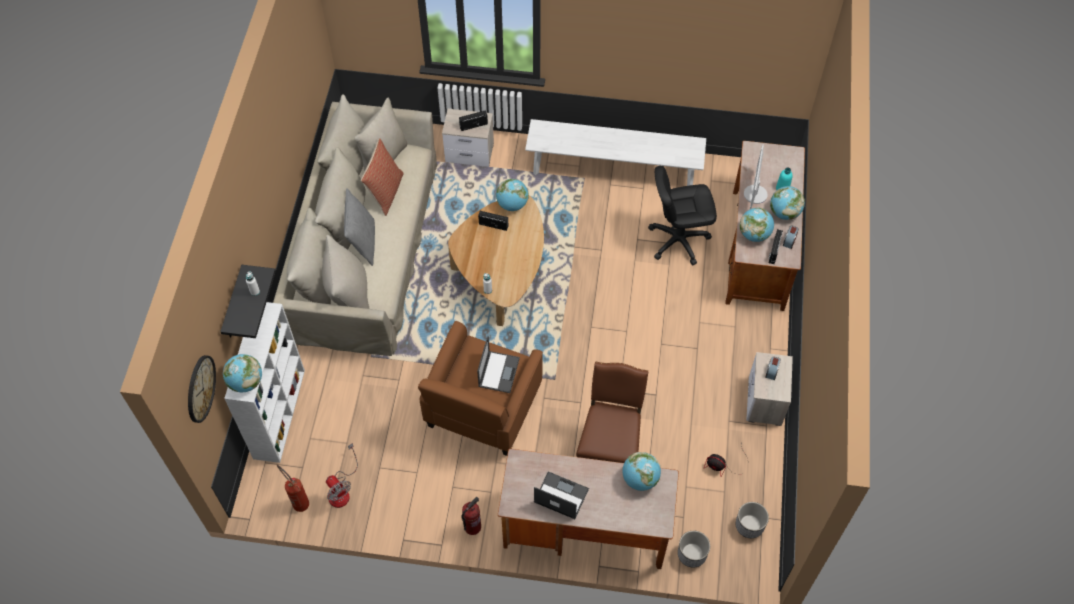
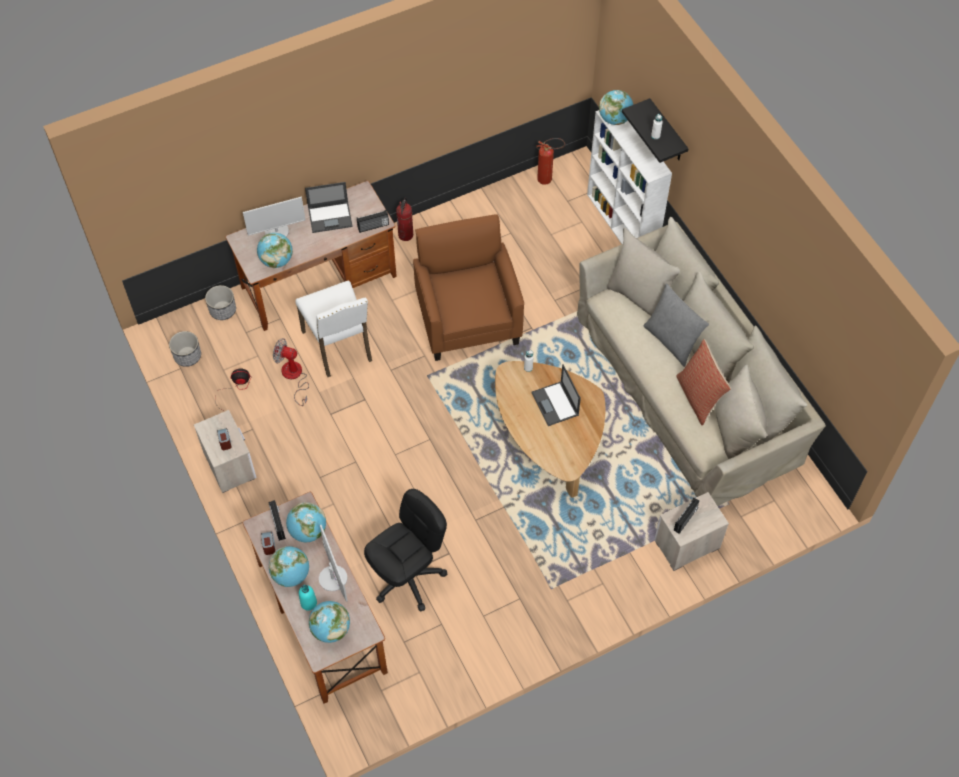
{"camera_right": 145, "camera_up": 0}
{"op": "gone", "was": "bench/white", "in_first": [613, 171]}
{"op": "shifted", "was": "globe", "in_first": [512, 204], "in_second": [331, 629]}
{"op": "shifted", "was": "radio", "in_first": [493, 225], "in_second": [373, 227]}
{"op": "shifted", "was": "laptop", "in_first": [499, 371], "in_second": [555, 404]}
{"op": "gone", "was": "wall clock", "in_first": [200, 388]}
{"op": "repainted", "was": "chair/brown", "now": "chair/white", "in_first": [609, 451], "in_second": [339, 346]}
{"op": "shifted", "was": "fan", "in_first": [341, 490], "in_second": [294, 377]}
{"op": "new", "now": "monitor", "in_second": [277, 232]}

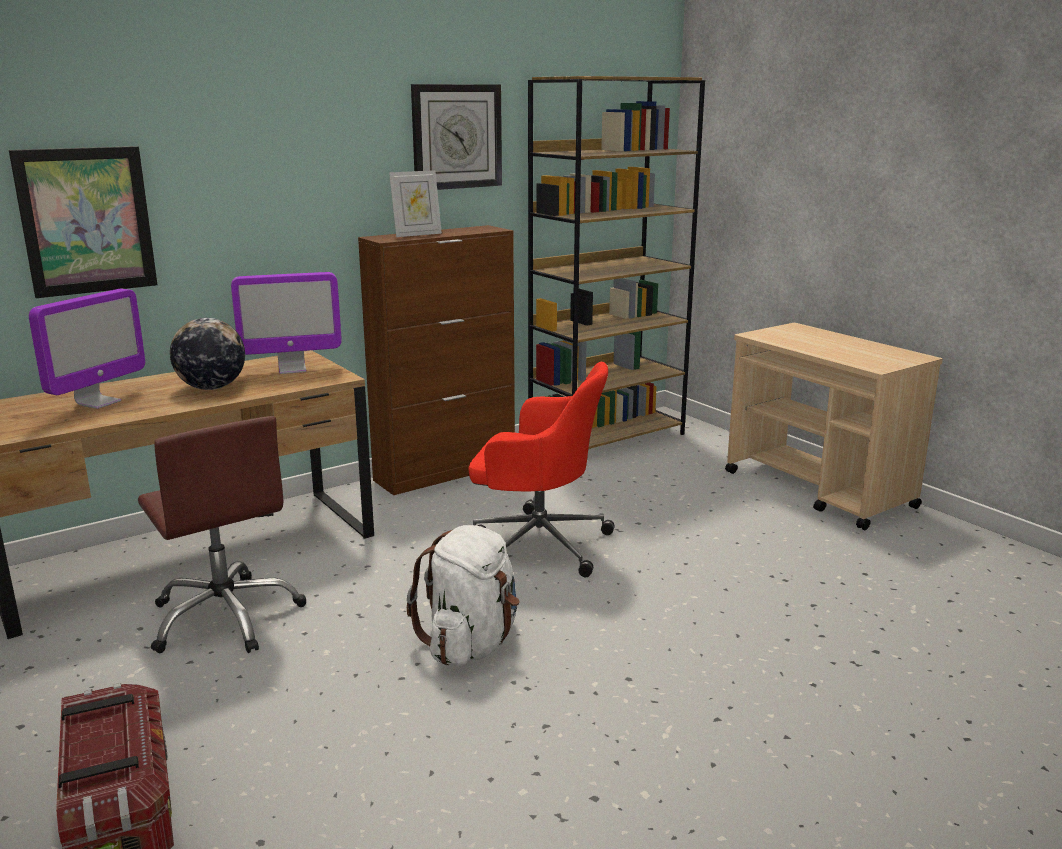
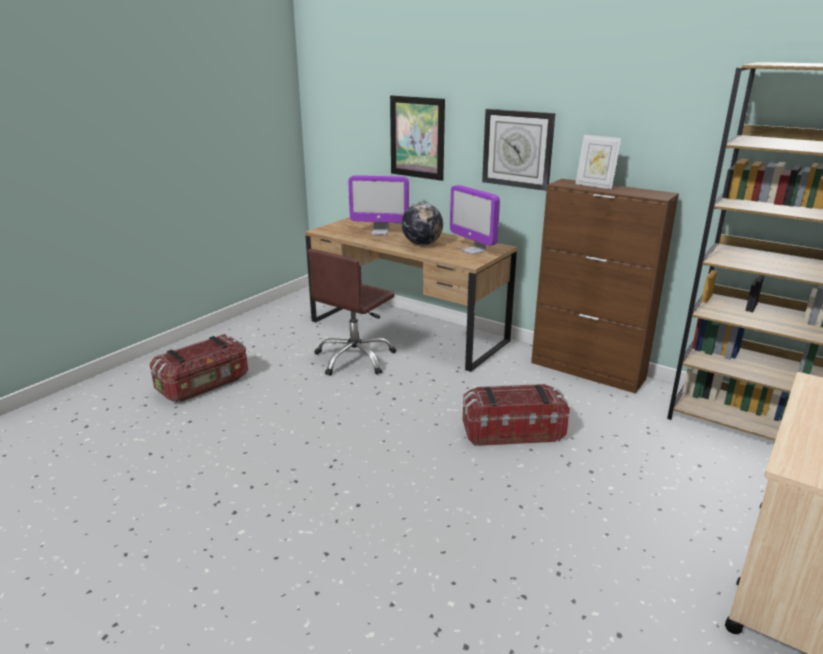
{"camera_right": 70, "camera_up": 5}
{"op": "shifted", "was": "wall clock", "in_first": [456, 137], "in_second": [517, 149]}
{"op": "swapped", "was": "office chair/red", "now": "storage box", "in_first": [537, 544], "in_second": [512, 432]}
{"op": "gone", "was": "backpack/white", "in_first": [471, 644]}

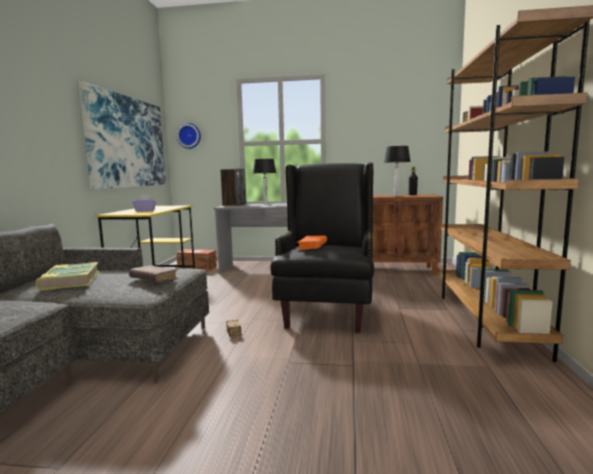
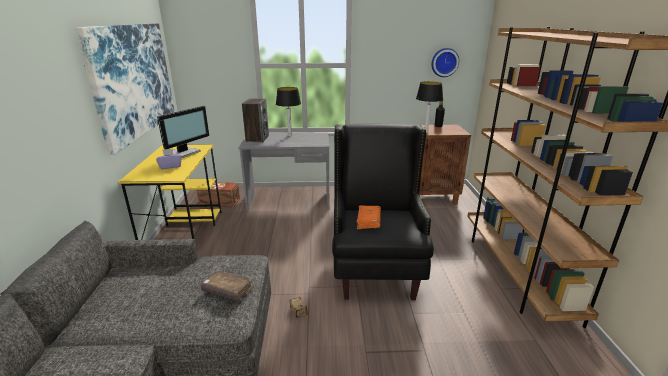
{"camera_right": -10, "camera_up": 15}
{"op": "shifted", "was": "wall clock", "in_first": [189, 136], "in_second": [444, 62]}
{"op": "gone", "was": "book", "in_first": [69, 281]}
{"op": "new", "now": "monitor", "in_second": [184, 152]}

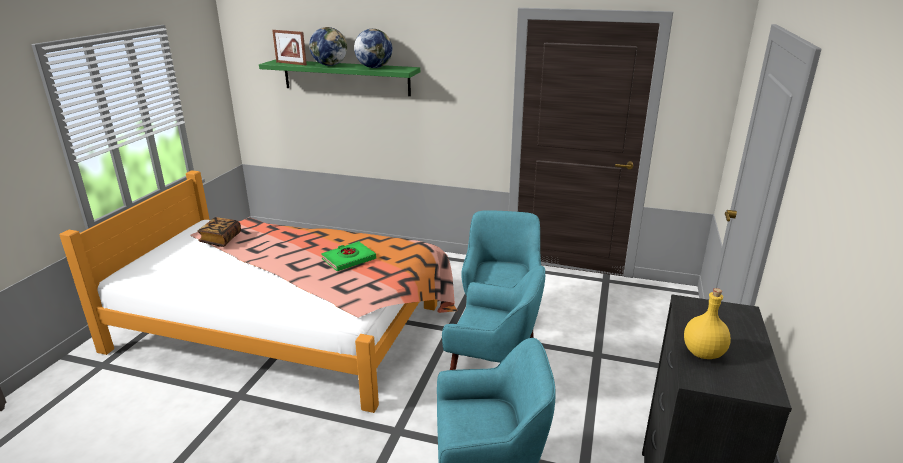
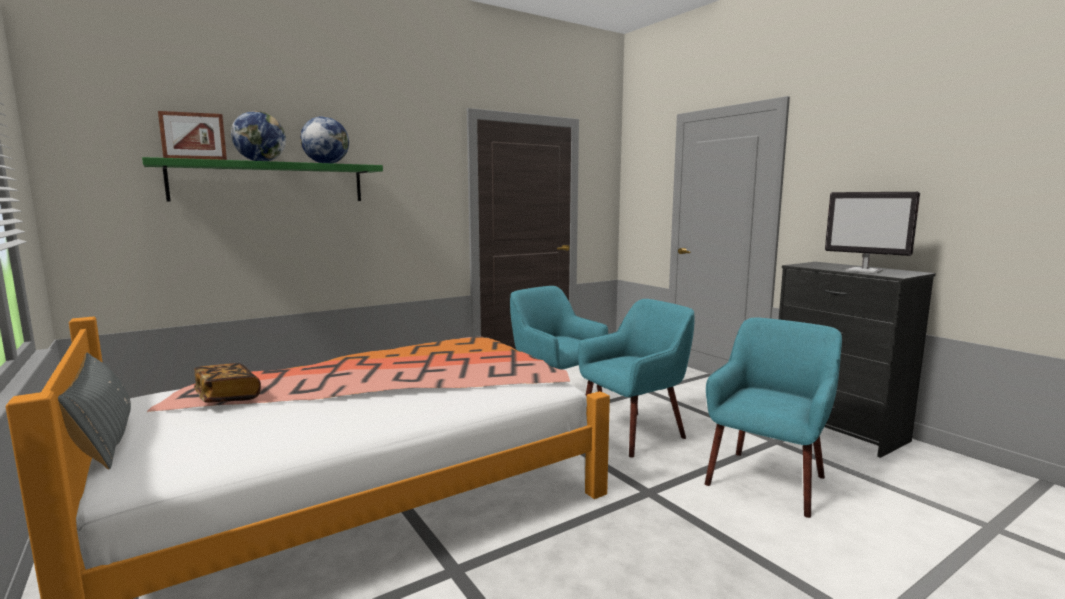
{"camera_right": -50, "camera_up": -15}
{"op": "gone", "was": "book/green", "in_first": [348, 259]}
{"op": "swapped", "was": "bottle/yellow", "now": "monitor", "in_first": [704, 353], "in_second": [865, 271]}
{"op": "new", "now": "pillow/grey", "in_second": [103, 439]}

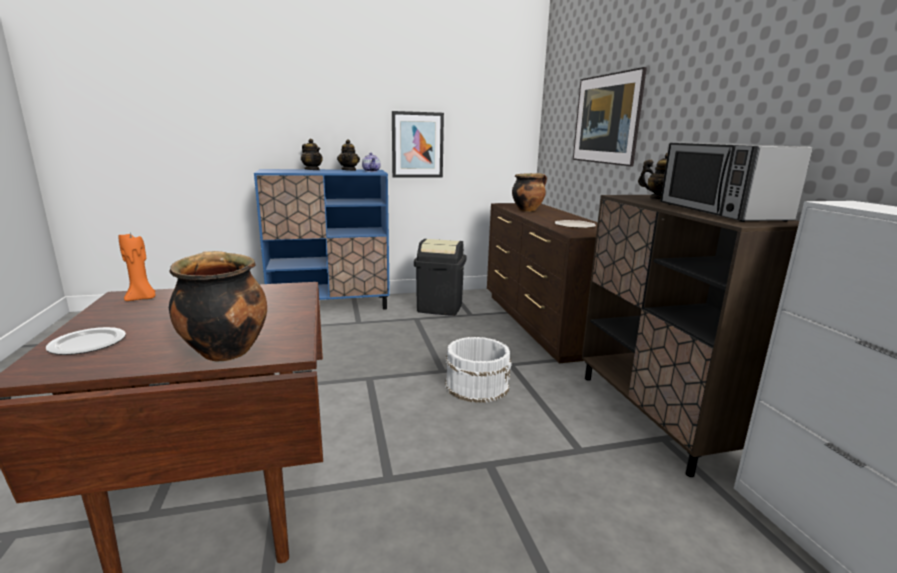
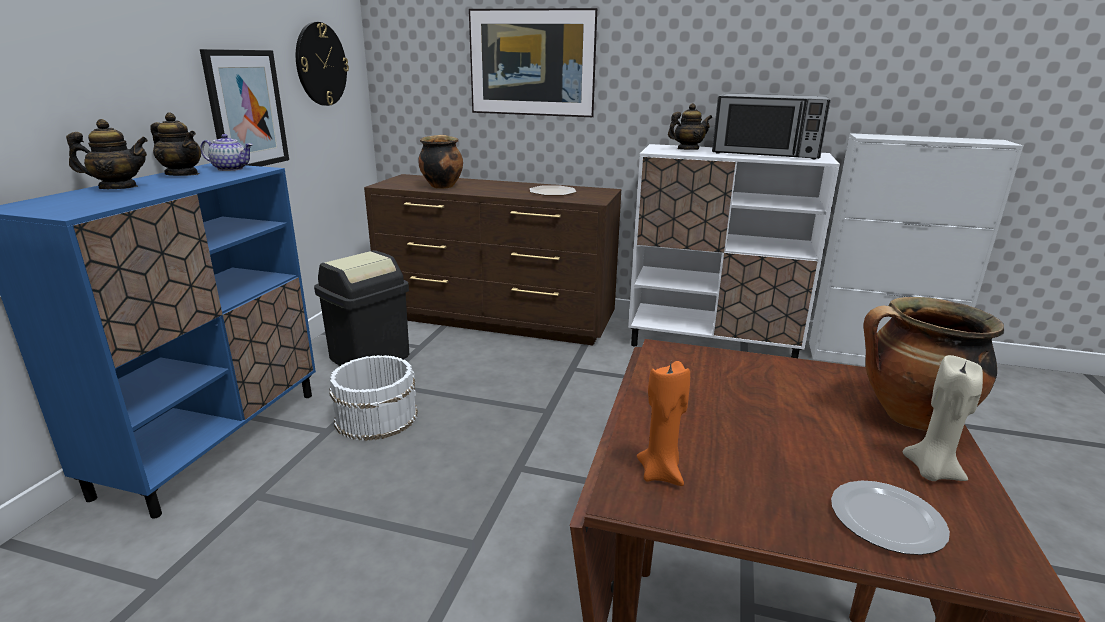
{"camera_right": -60, "camera_up": 5}
{"op": "repainted", "was": "cabinet/brown", "now": "cabinet/white", "in_first": [656, 416], "in_second": [713, 344]}
{"op": "shifted", "was": "bucket/white", "in_first": [477, 385], "in_second": [376, 417]}
{"op": "new", "now": "wall clock", "in_second": [321, 64]}
{"op": "new", "now": "candle/beige", "in_second": [931, 472]}

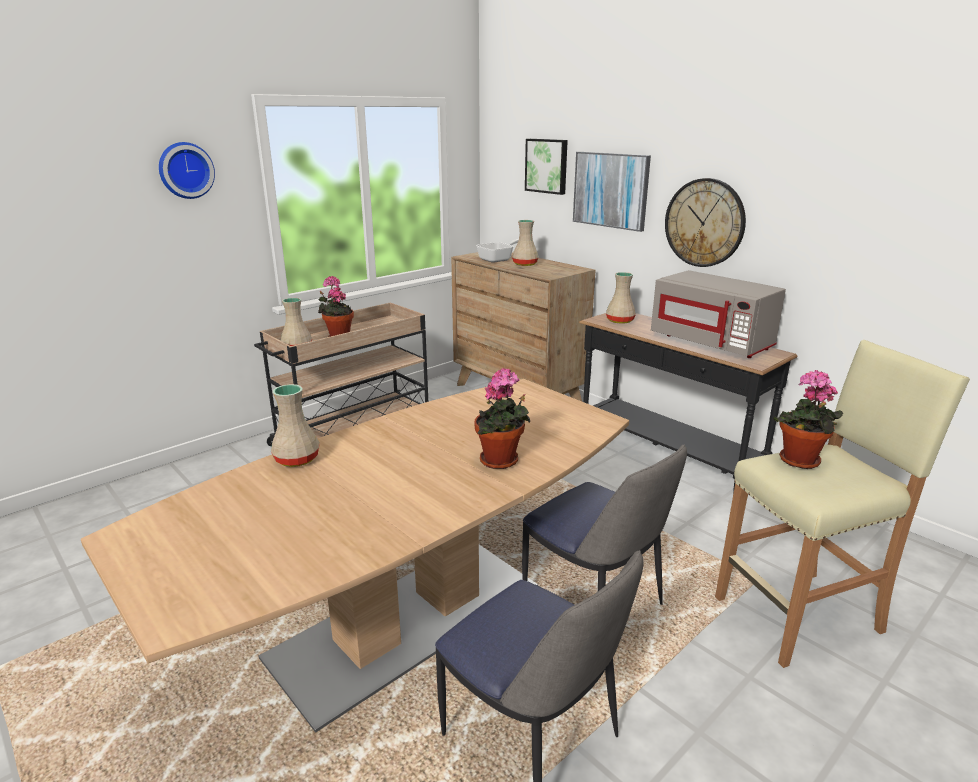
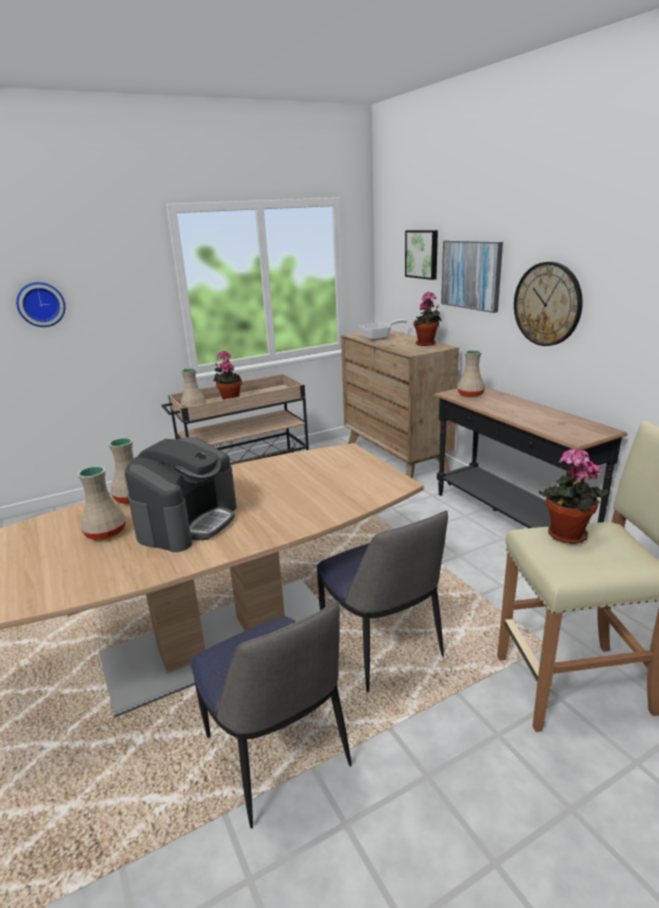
{"camera_right": 15, "camera_up": 0}
{"op": "shifted", "was": "wall clock", "in_first": [185, 170], "in_second": [41, 304]}
{"op": "shifted", "was": "vase/beige", "in_first": [525, 264], "in_second": [107, 533]}
{"op": "gone", "was": "microwave/grey", "in_first": [711, 343]}
{"op": "shifted", "was": "potted plant", "in_first": [501, 462], "in_second": [426, 344]}
{"op": "new", "now": "coffee machine", "in_second": [188, 521]}

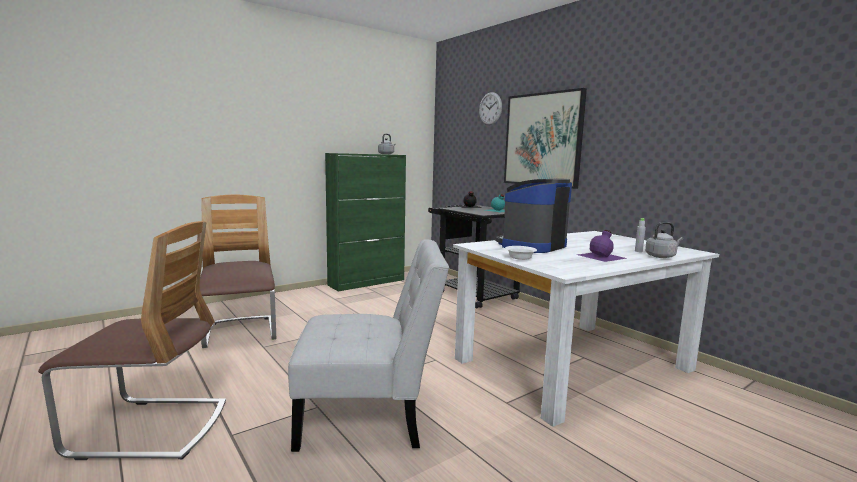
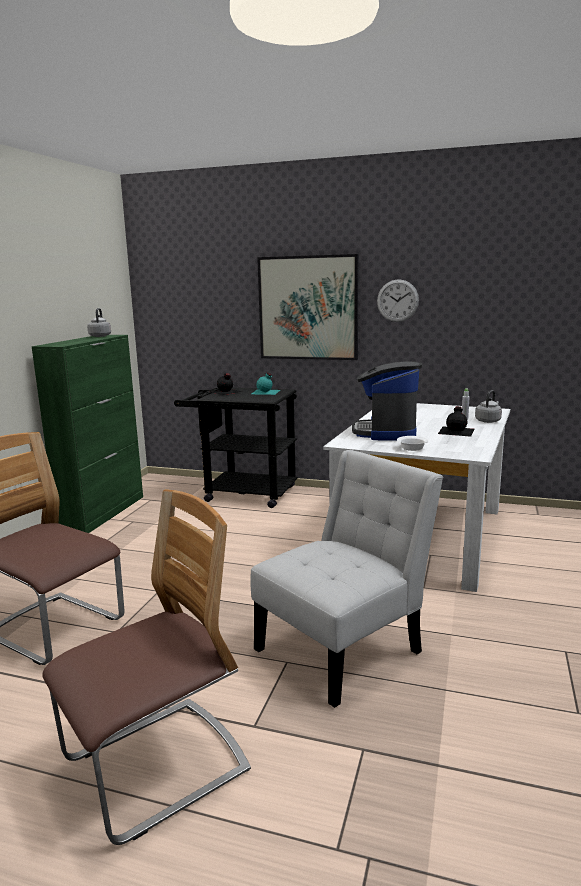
{"camera_right": -35, "camera_up": 5}
{"op": "shifted", "was": "wall clock", "in_first": [490, 108], "in_second": [397, 300]}
{"op": "repainted", "was": "bottle/purple", "now": "bottle/black", "in_first": [602, 256], "in_second": [457, 431]}

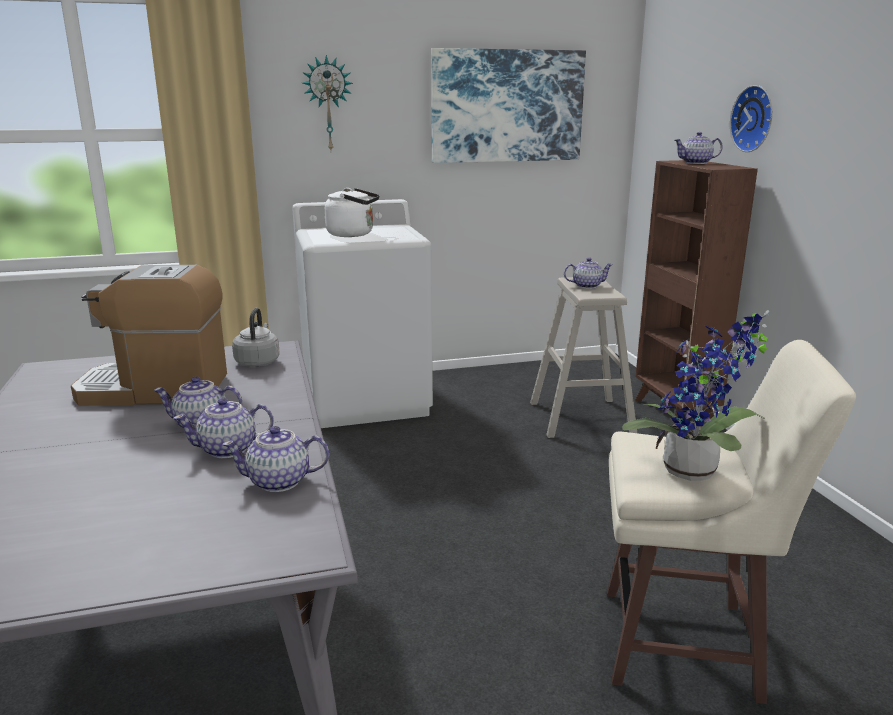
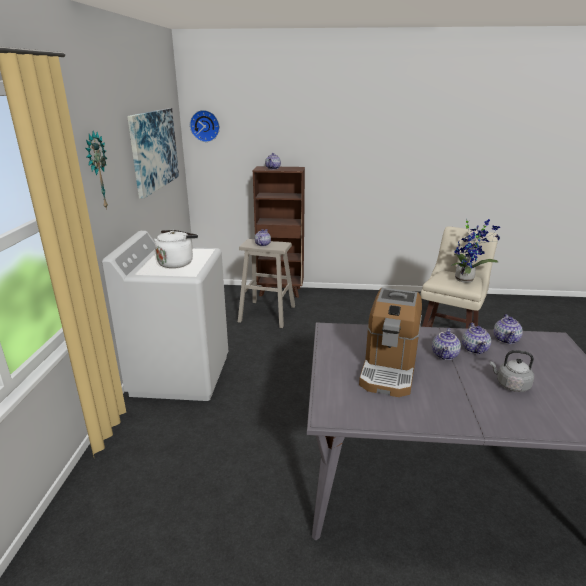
{"camera_right": -70, "camera_up": 5}
{"op": "shifted", "was": "wall clock", "in_first": [755, 119], "in_second": [205, 126]}
{"op": "shifted", "was": "kettle/grey", "in_first": [258, 361], "in_second": [510, 385]}

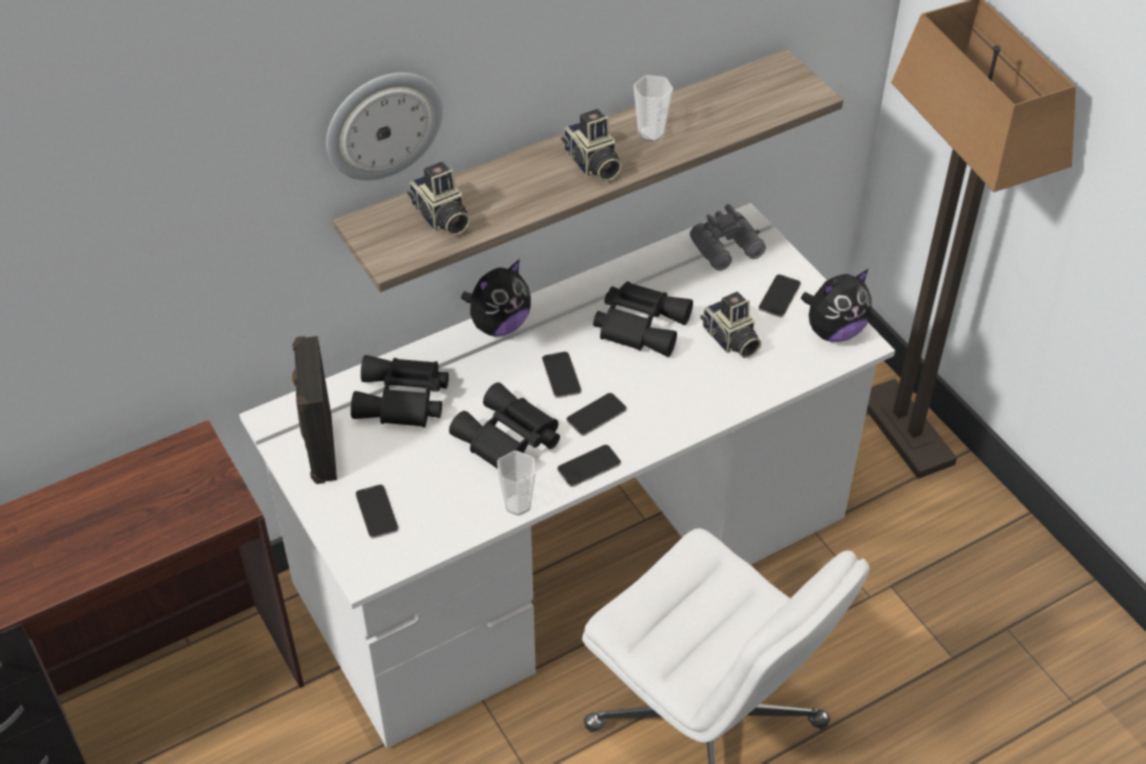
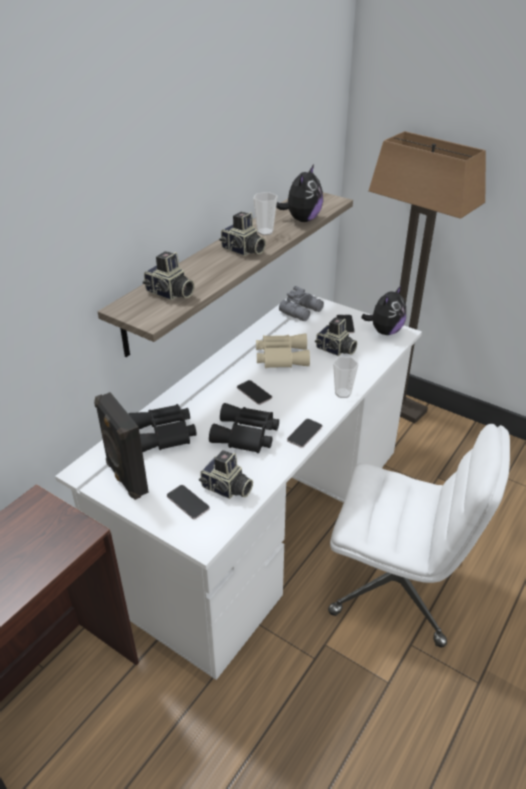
{"camera_right": -25, "camera_up": -10}
{"op": "gone", "was": "wall clock", "in_first": [383, 124]}
{"op": "shifted", "was": "plush toy", "in_first": [499, 325], "in_second": [302, 219]}
{"op": "repainted", "was": "binoculars/black", "now": "binoculars/beige", "in_first": [640, 324], "in_second": [281, 356]}
{"op": "gone", "was": "phone", "in_first": [596, 415]}
{"op": "shifted", "was": "cup", "in_first": [518, 505], "in_second": [343, 393]}
{"op": "new", "now": "photo camera", "in_second": [226, 489]}

